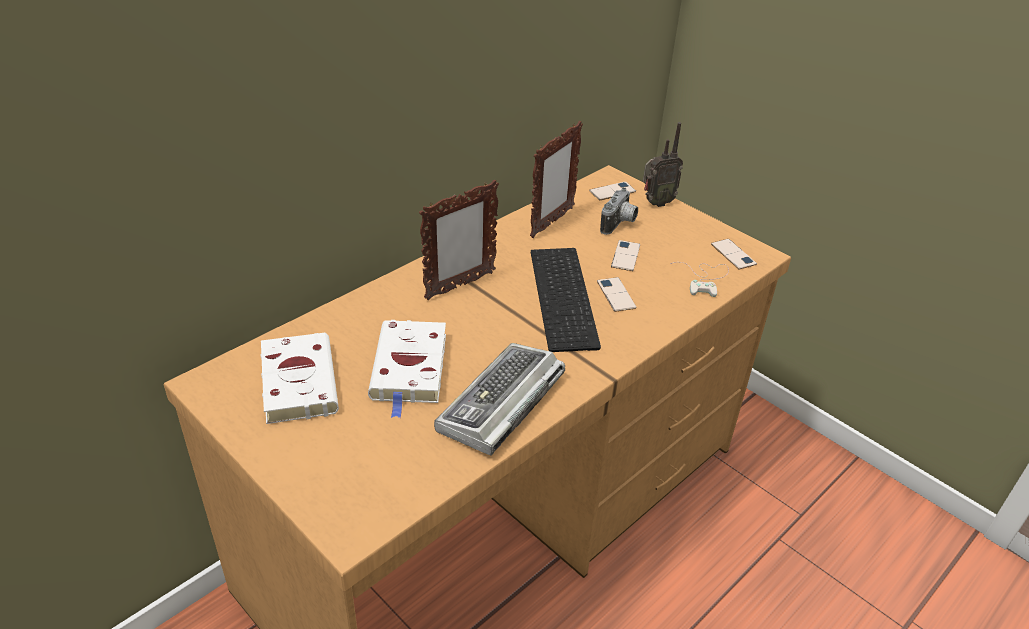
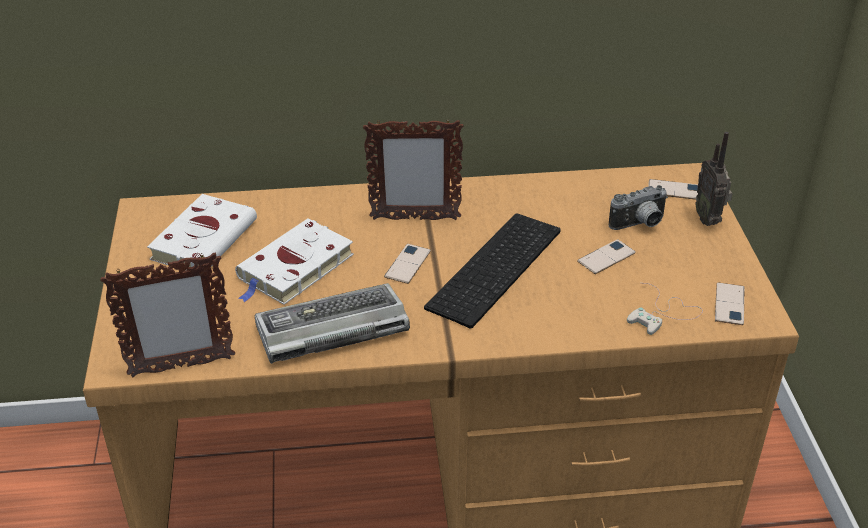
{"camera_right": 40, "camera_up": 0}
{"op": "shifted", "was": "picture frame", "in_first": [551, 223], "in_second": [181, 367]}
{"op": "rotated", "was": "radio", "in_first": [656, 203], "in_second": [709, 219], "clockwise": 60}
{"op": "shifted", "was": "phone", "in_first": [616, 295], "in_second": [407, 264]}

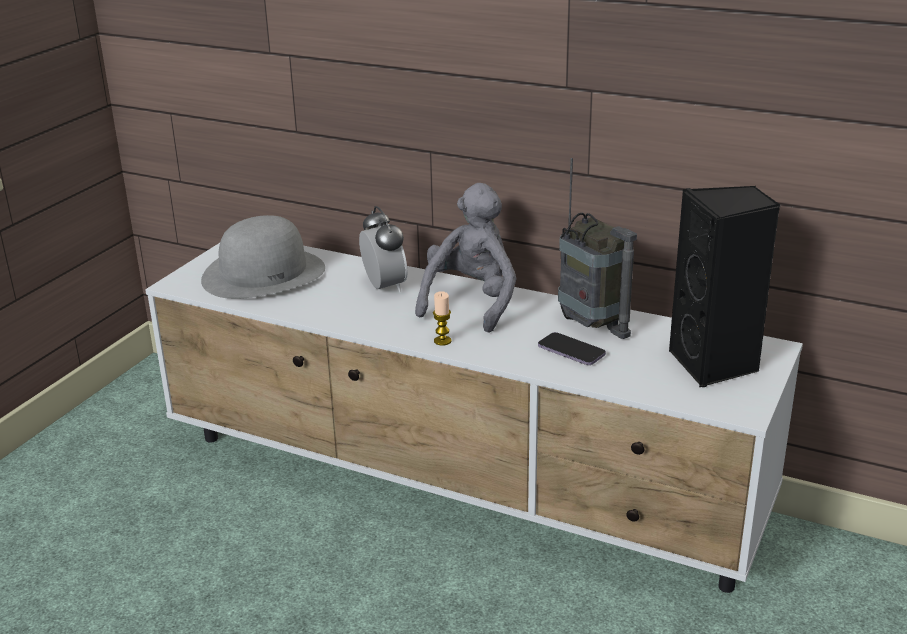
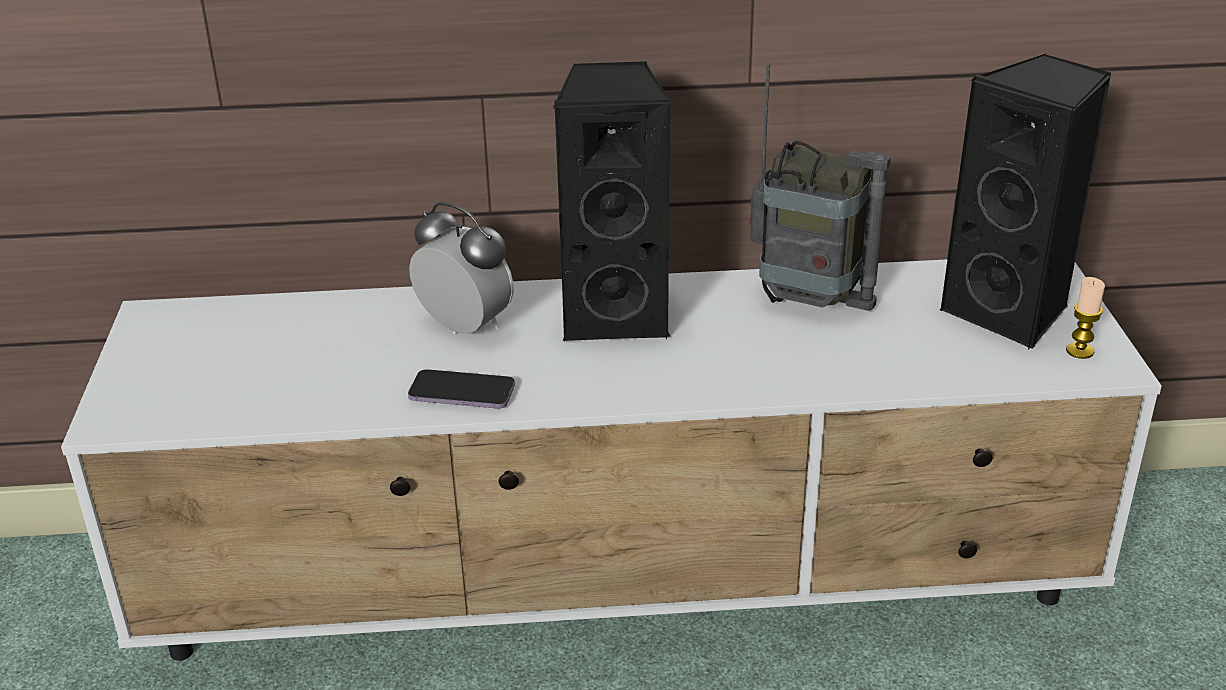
{"camera_right": -30, "camera_up": 5}
{"op": "swapped", "was": "plush toy/grey", "now": "speaker/black", "in_first": [471, 302], "in_second": [616, 315]}
{"op": "gone", "was": "hat/grey", "in_first": [264, 273]}
{"op": "shifted", "was": "candle", "in_first": [442, 341], "in_second": [1079, 351]}
{"op": "shifted", "was": "phone", "in_first": [571, 351], "in_second": [462, 393]}

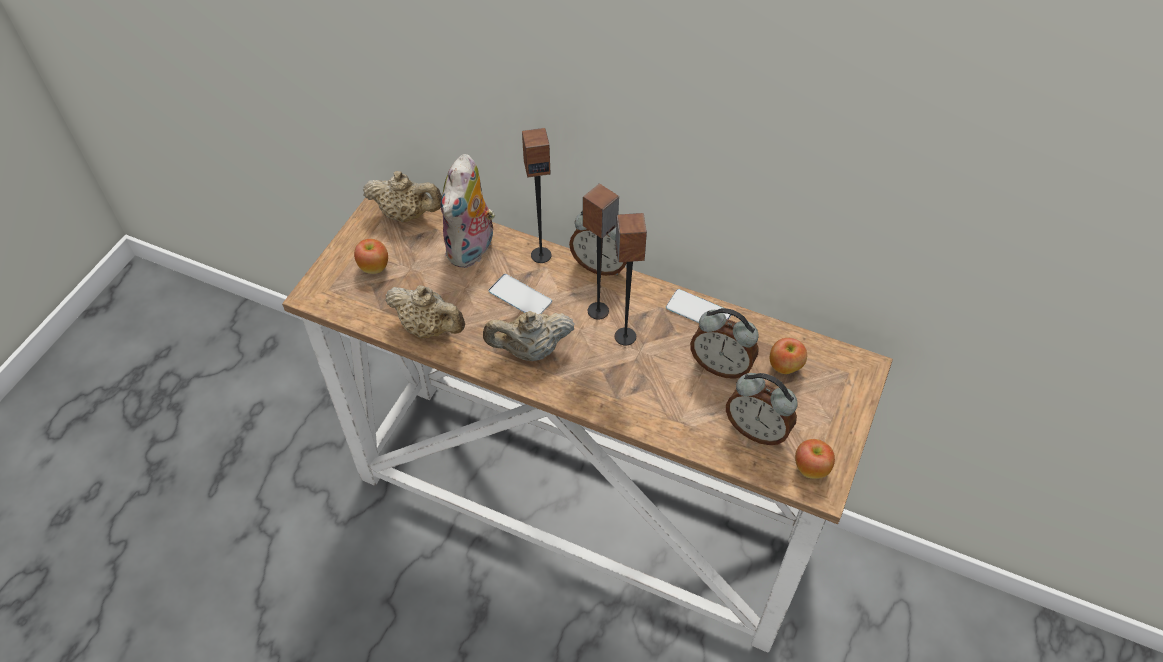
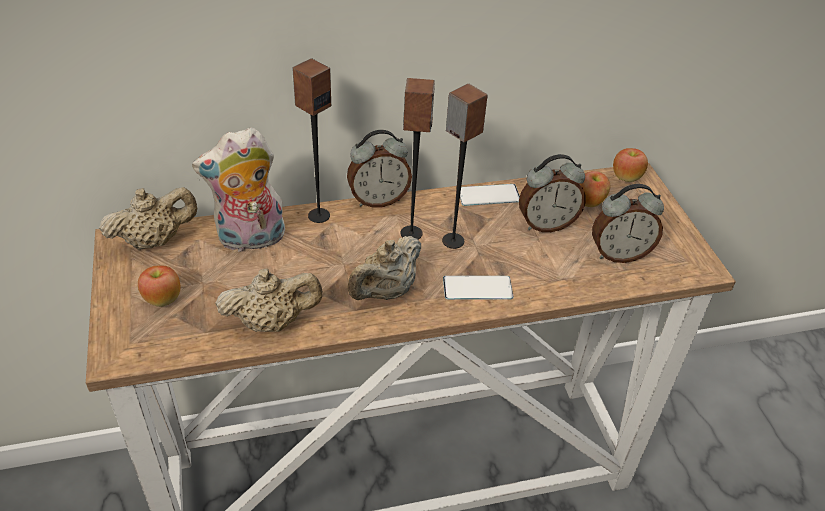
{"camera_right": -40, "camera_up": -10}
{"op": "rotated", "was": "plush toy", "in_first": [472, 250], "in_second": [250, 240], "clockwise": 90}
{"op": "shifted", "was": "phone", "in_first": [520, 296], "in_second": [477, 288]}
{"op": "shifted", "was": "apple", "in_first": [811, 468], "in_second": [626, 178]}

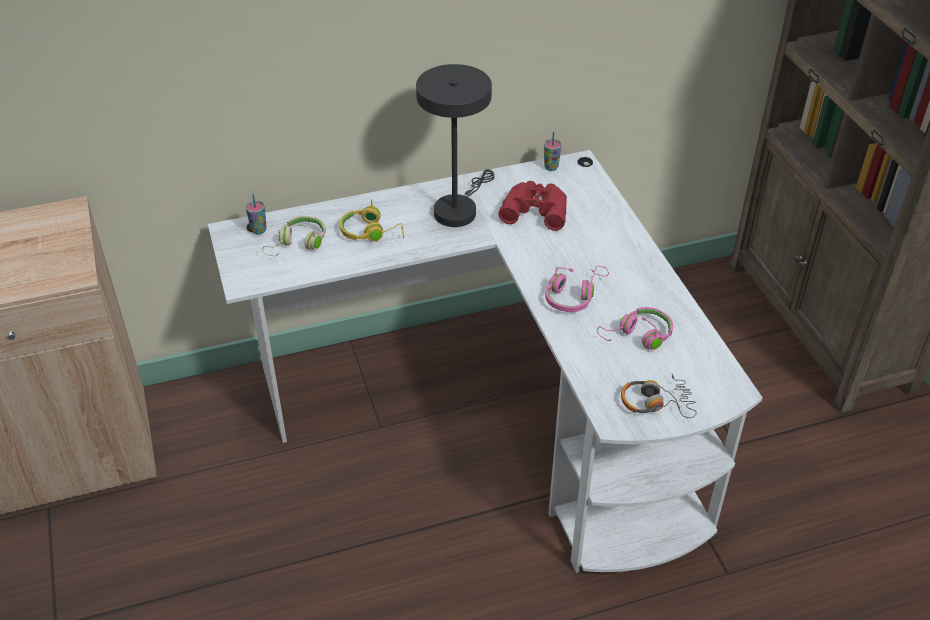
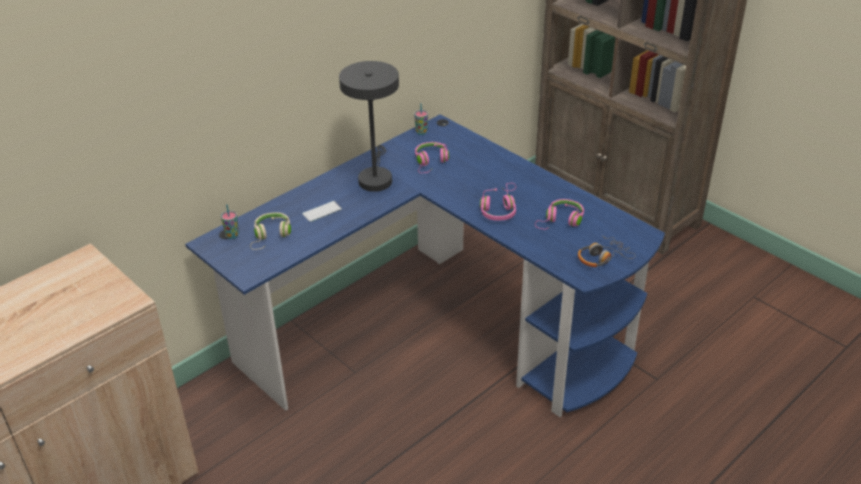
{"camera_right": -25, "camera_up": -5}
{"op": "repainted", "was": "desk/white", "now": "desk/blue", "in_first": [503, 410], "in_second": [439, 329]}
{"op": "swapped", "was": "binoculars/red", "now": "headphones/pink", "in_first": [535, 209], "in_second": [431, 162]}
{"op": "swapped", "was": "headphones/yellow", "now": "phone", "in_first": [371, 232], "in_second": [322, 211]}

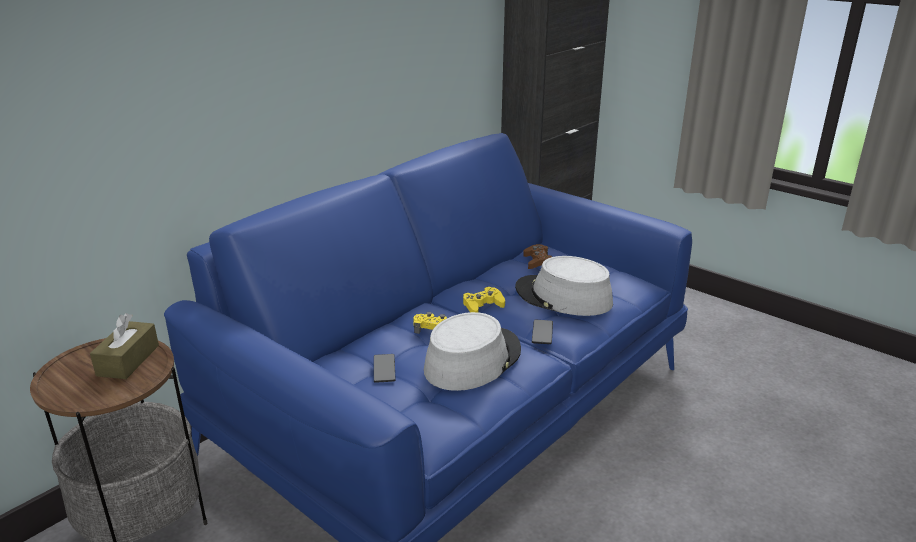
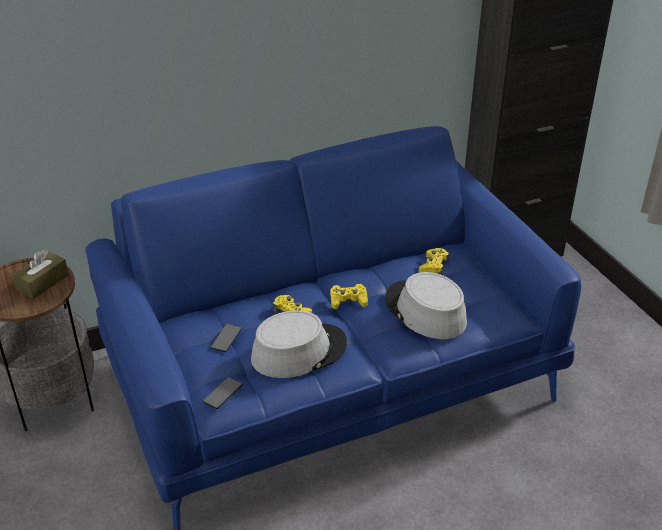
{"camera_right": 25, "camera_up": 10}
{"op": "repainted", "was": "game controller/brown", "now": "game controller/yellow", "in_first": [537, 261], "in_second": [433, 265]}
{"op": "shifted", "was": "phone", "in_first": [542, 332], "in_second": [222, 393]}

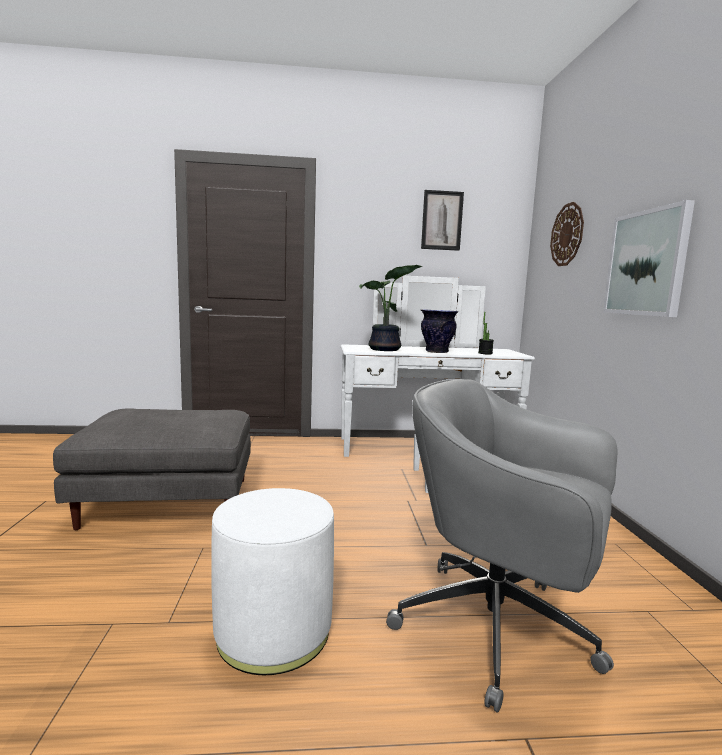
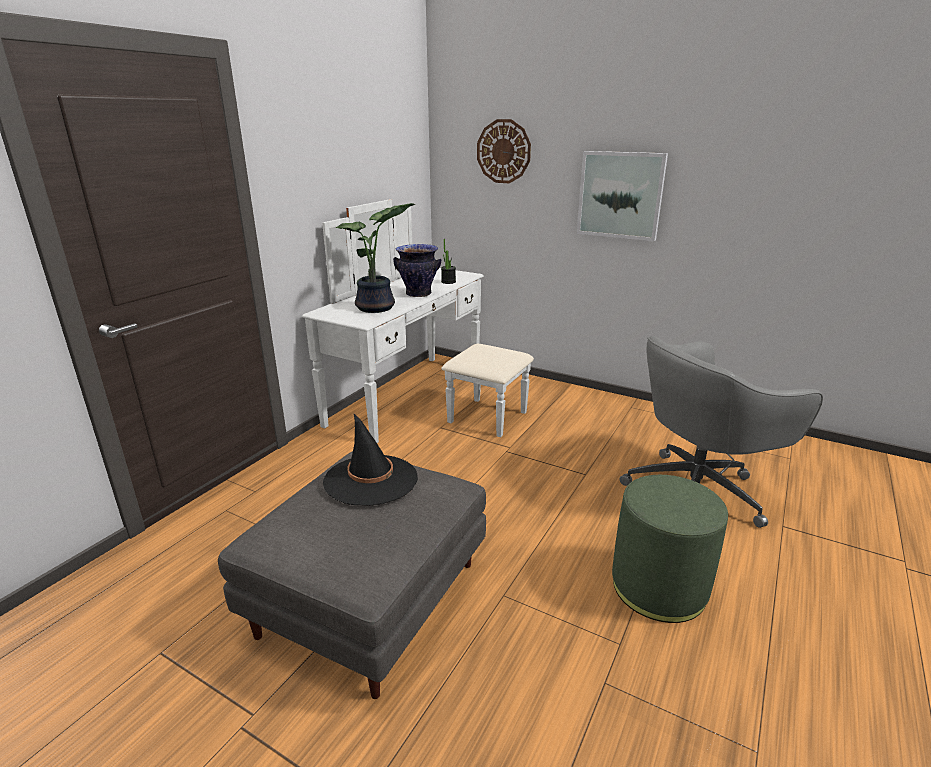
{"camera_right": -55, "camera_up": 15}
{"op": "gone", "was": "picture", "in_first": [442, 220]}
{"op": "repainted", "was": "ottoman/white", "now": "ottoman/green", "in_first": [273, 631], "in_second": [658, 587]}
{"op": "new", "now": "hat/black", "in_second": [371, 480]}

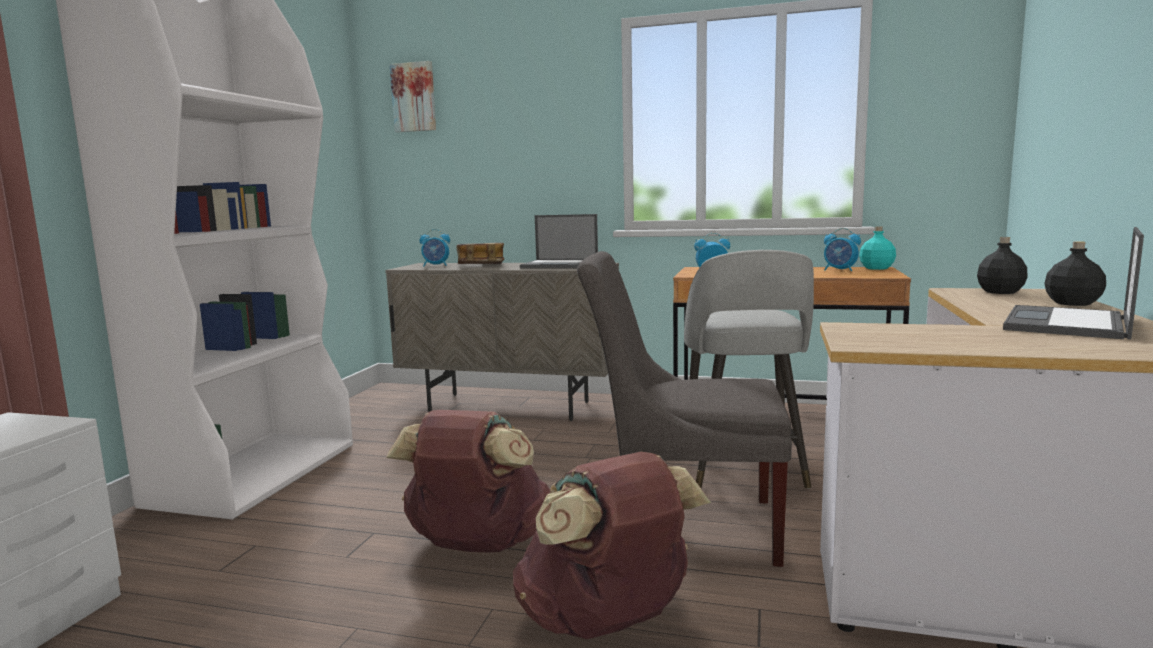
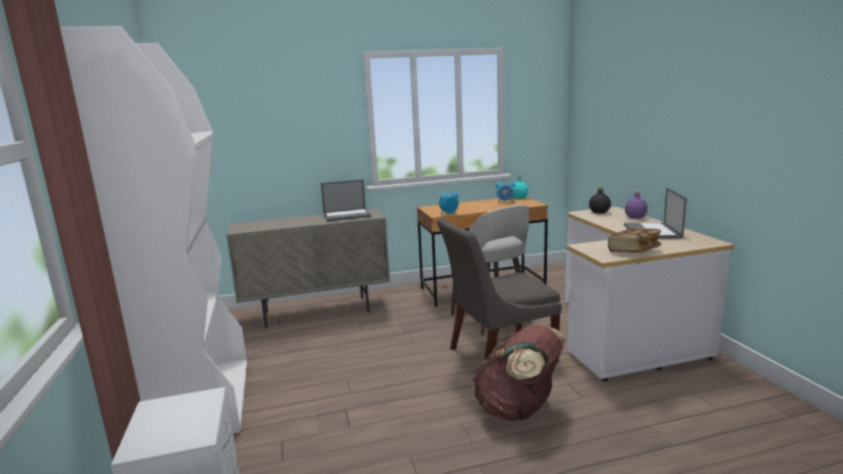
{"camera_right": -30, "camera_up": 5}
{"op": "gone", "was": "picture", "in_first": [414, 97]}
{"op": "gone", "was": "alarm clock", "in_first": [436, 265]}
{"op": "repainted", "was": "bottle/black", "now": "bottle/purple", "in_first": [1072, 303], "in_second": [635, 217]}
{"op": "shifted", "was": "book", "in_first": [480, 265], "in_second": [634, 251]}
{"op": "gone", "was": "backpack/brown", "in_first": [476, 545]}

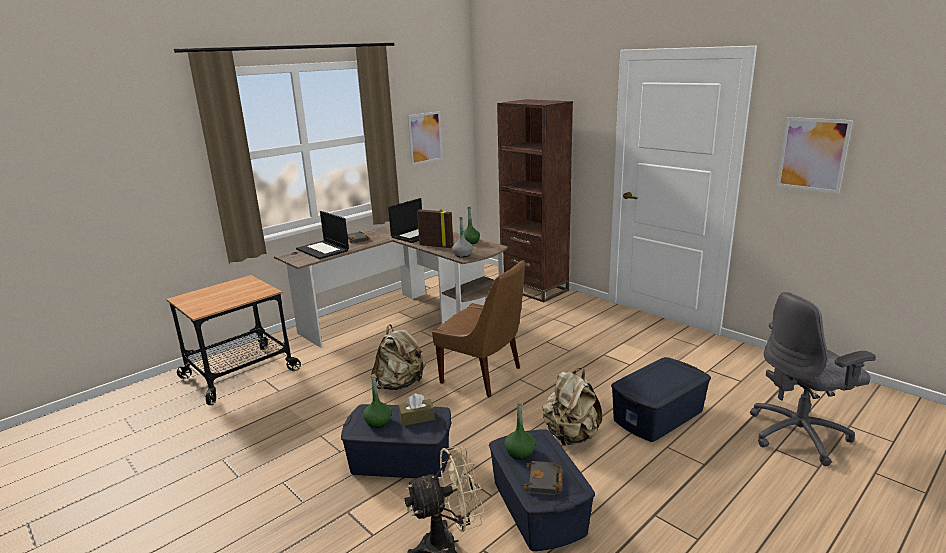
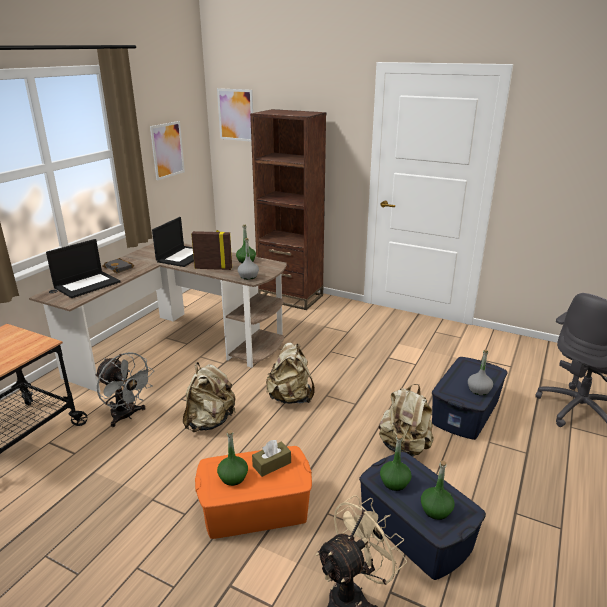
{"camera_right": -20, "camera_up": 5}
{"op": "shifted", "was": "picture", "in_first": [812, 154], "in_second": [236, 115]}
{"op": "rotated", "was": "laptop", "in_first": [323, 250], "in_second": [87, 284], "clockwise": -75}
{"op": "swapped", "was": "chair/brown", "now": "backpack/beige", "in_first": [483, 376], "in_second": [290, 397]}
{"op": "repainted", "was": "storage box/blue", "now": "storage box/orange", "in_first": [400, 460], "in_second": [256, 509]}
{"op": "swapped", "was": "book/black", "now": "bottle/green", "in_first": [545, 482], "in_second": [436, 510]}
{"op": "new", "now": "bottle/grey", "in_second": [479, 390]}
{"op": "new", "now": "fan/grey", "in_second": [127, 416]}

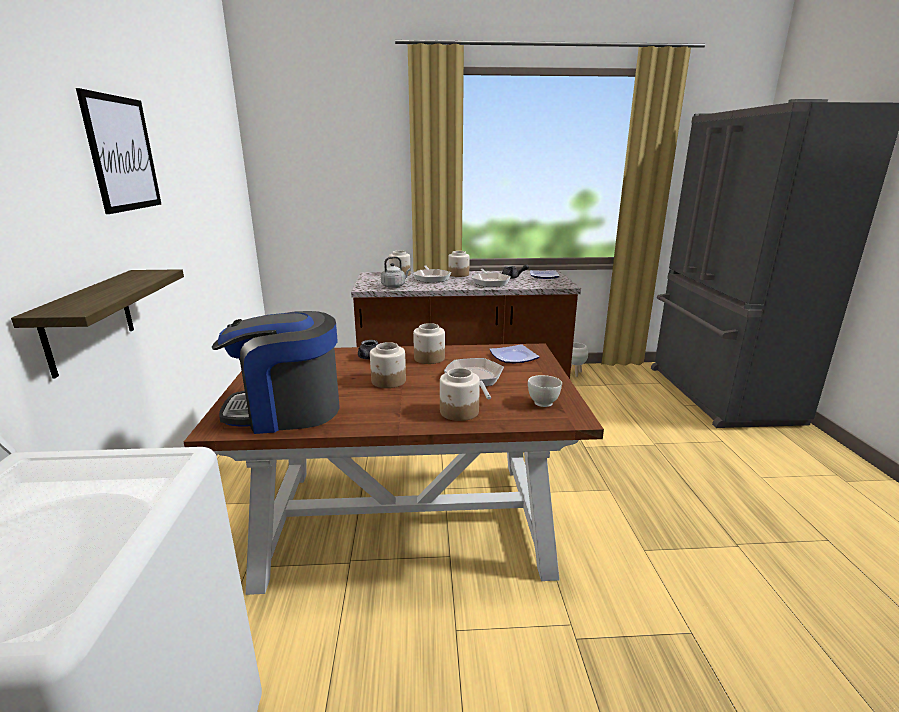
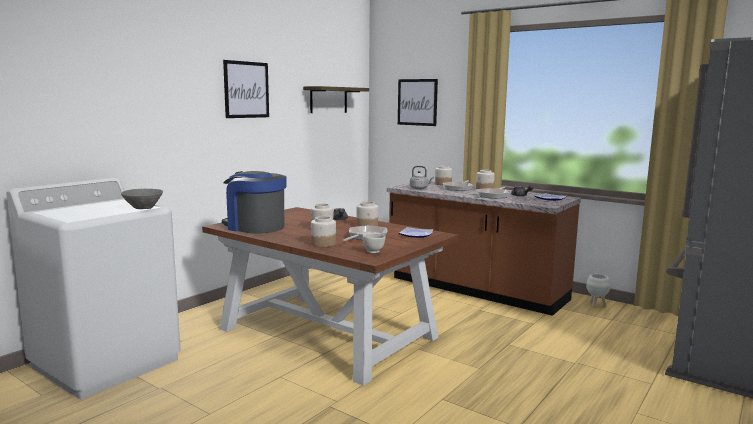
{"camera_right": 40, "camera_up": -10}
{"op": "shifted", "was": "shelf", "in_first": [89, 321], "in_second": [328, 100]}
{"op": "new", "now": "picture", "in_second": [417, 102]}
{"op": "new", "now": "bowl/grey", "in_second": [143, 208]}

